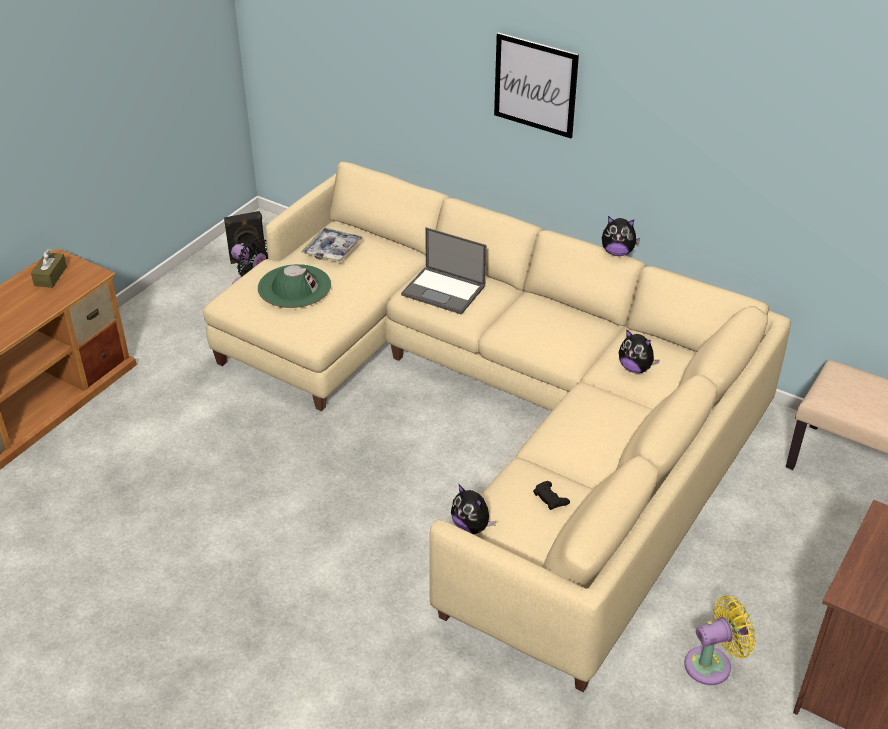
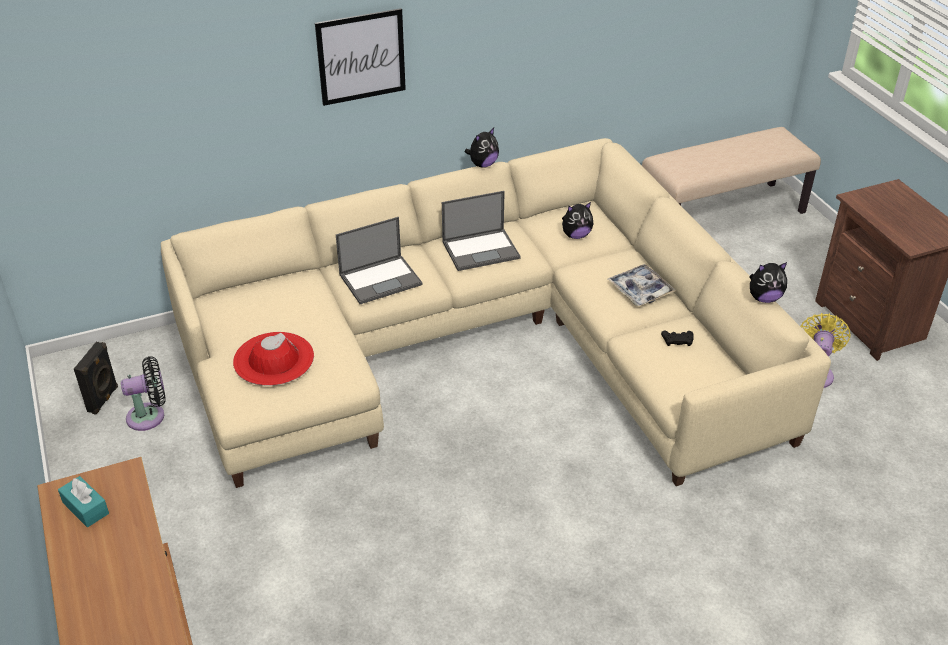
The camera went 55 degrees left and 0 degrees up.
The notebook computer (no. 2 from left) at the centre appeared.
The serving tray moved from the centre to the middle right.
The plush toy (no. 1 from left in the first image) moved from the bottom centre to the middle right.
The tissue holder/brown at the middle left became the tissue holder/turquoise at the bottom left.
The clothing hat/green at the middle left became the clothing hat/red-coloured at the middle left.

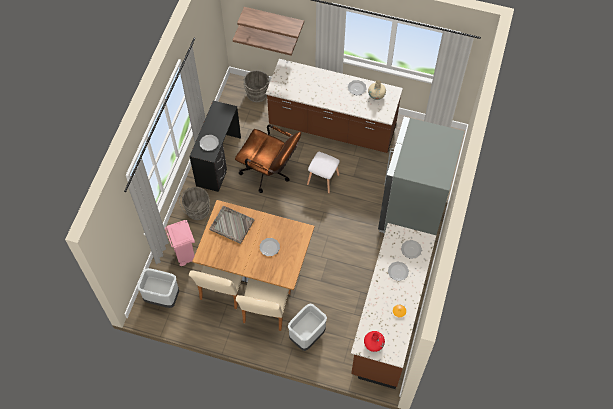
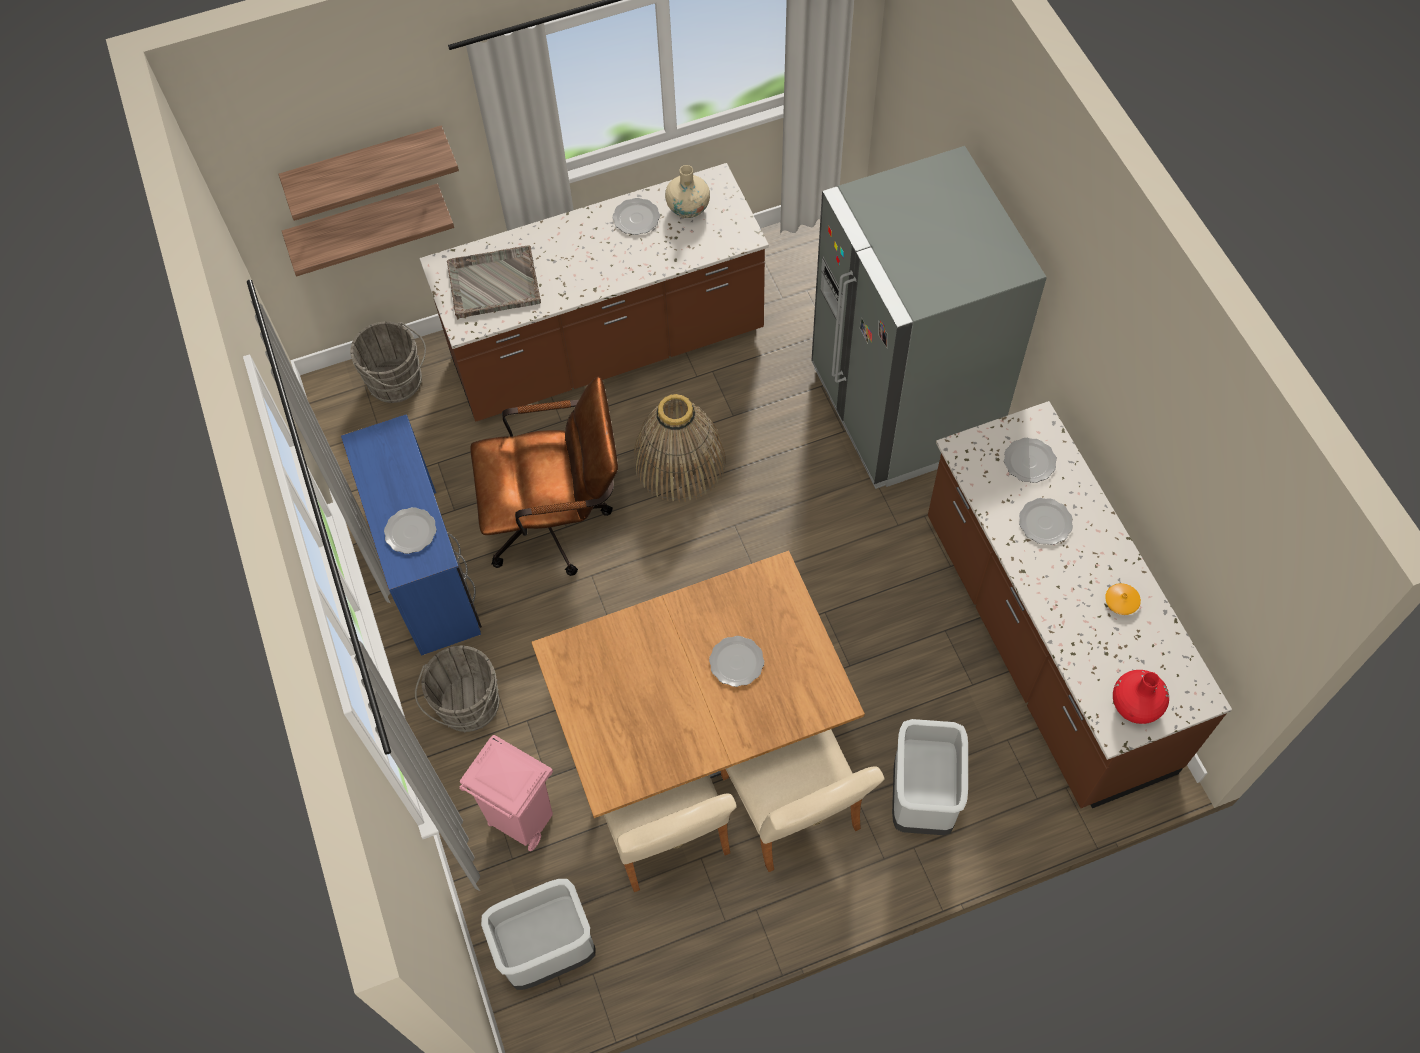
The camera went 35 degrees left and 0 degrees up.
The serving tray/grey moved from the centre to the top centre.
The stool seat/white at the centre was replaced by the household basket at the centre.
The desk table/black-coloured at the centre became the desk table/bluish at the middle left.

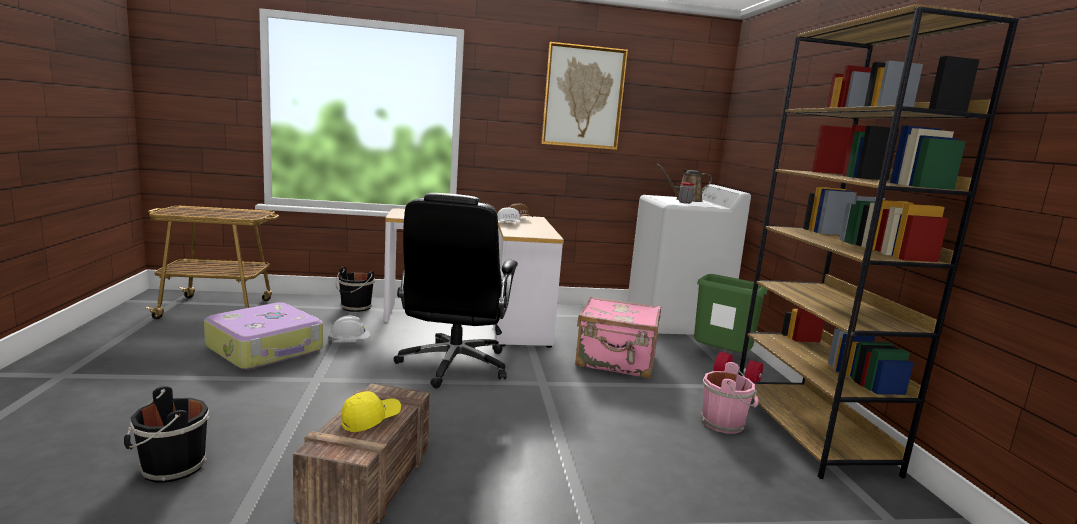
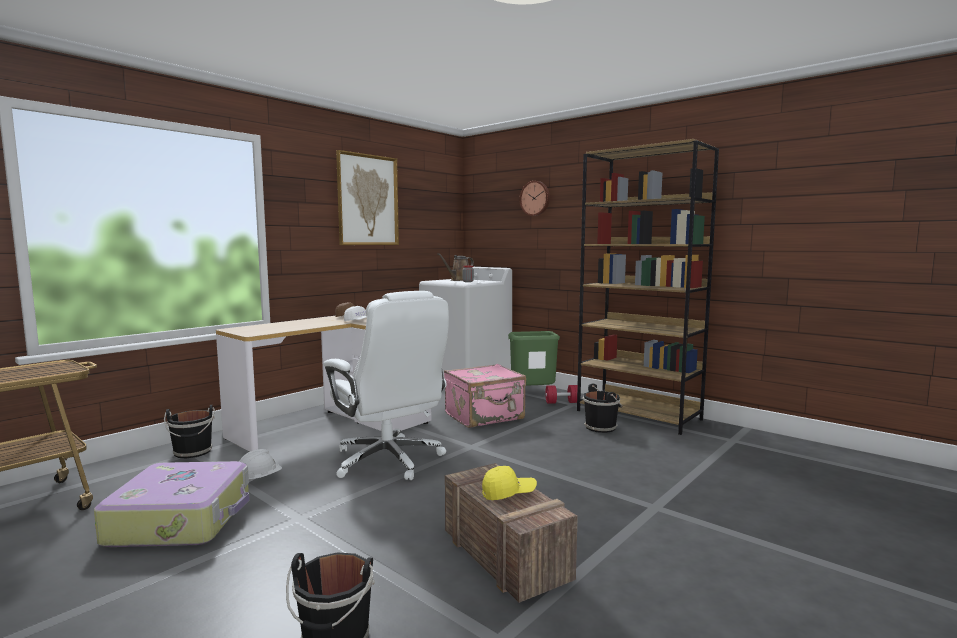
The camera went 40 degrees left and 5 degrees down.
The wall clock at the top centre appeared.
The office chair/black-coloured at the centre became the office chair/white at the centre.
The bucket/pink-coloured at the bottom right became the bucket/black-coloured (no. 3 from left) at the centre.
The peaked cap/yellow at the bottom centre turned 75 degrees clockwise.

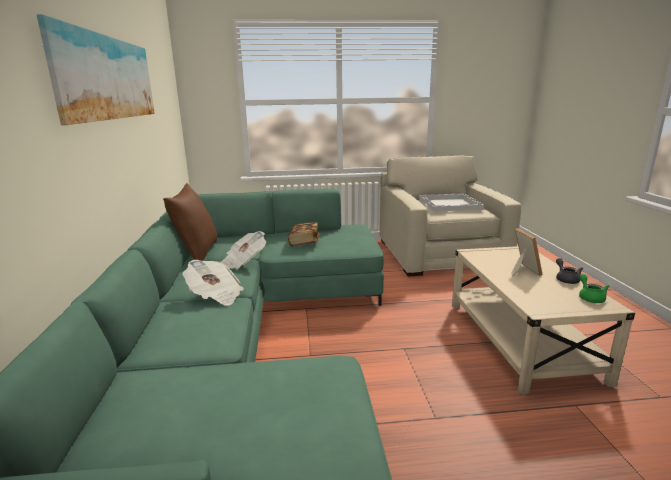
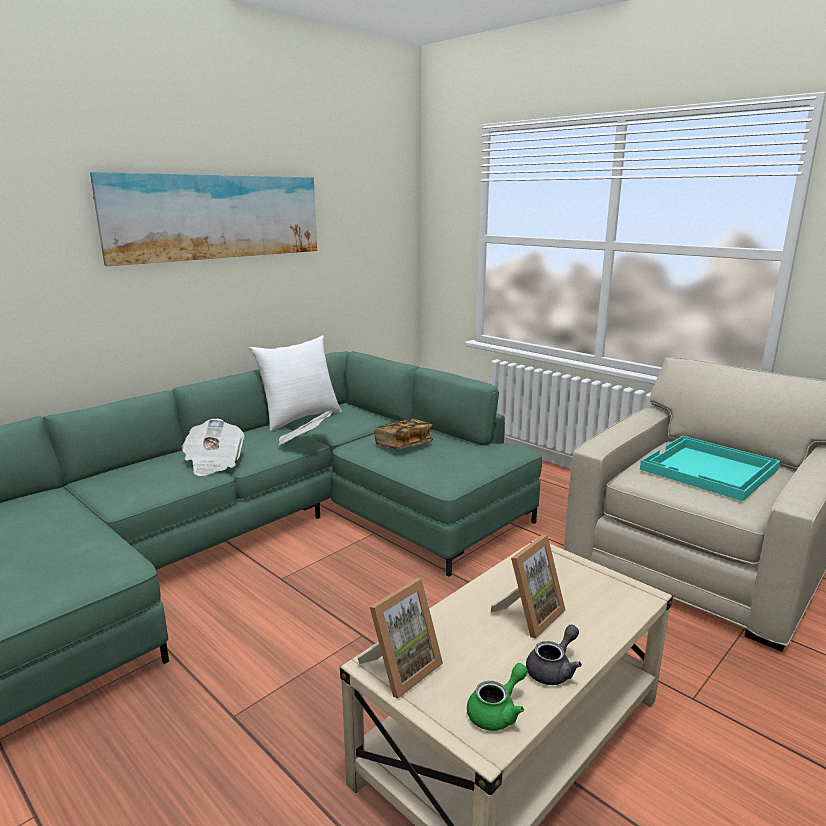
The camera went 50 degrees right and 0 degrees up.
The picture frame (no. 1 from left) at the bottom centre appeared.
The throw pillow/brown at the middle left became the throw pillow/white at the centre.
The serving tray/white at the middle right became the serving tray/turquoise at the middle right.

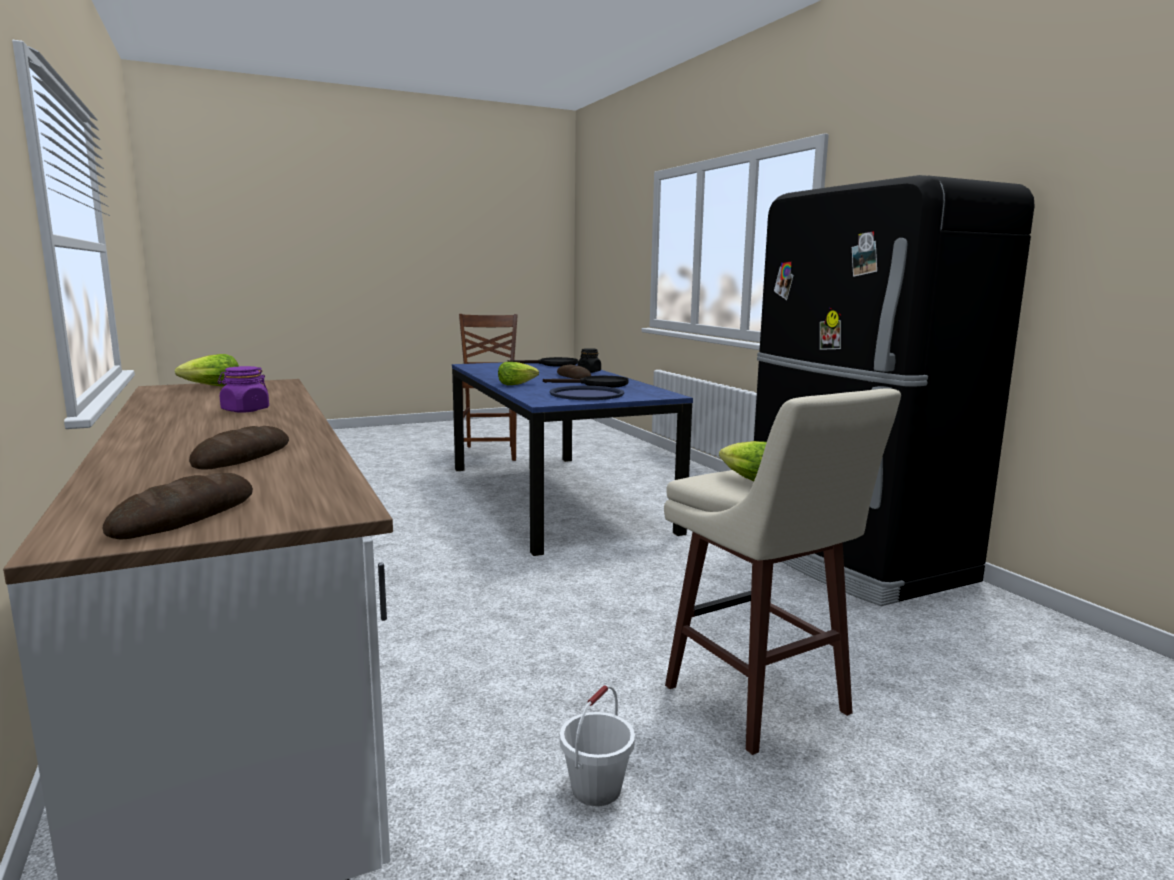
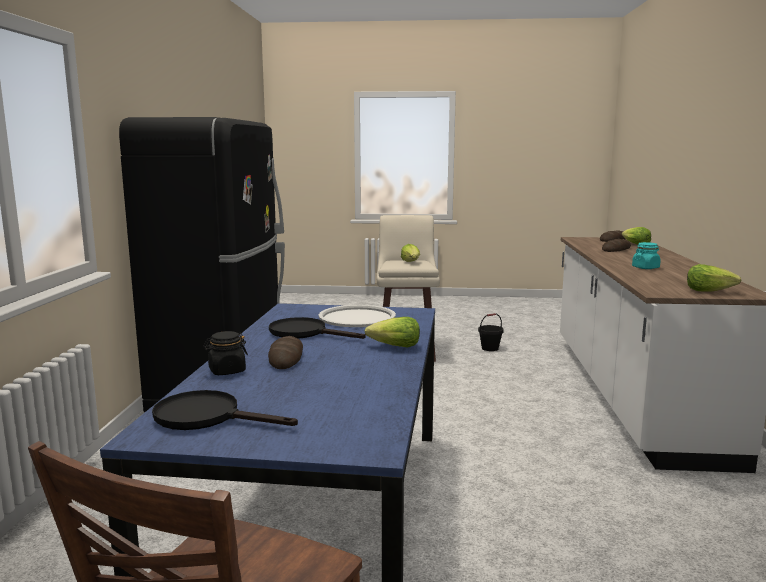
The camera went 150 degrees left and 0 degrees up.
The lettuce head (no. 3 from left) at the middle right appeared.
The jar/purple at the middle left became the jar/turquoise at the middle right.
The serving tray/bluish at the centre became the serving tray/white at the centre.
The bucket/white at the bottom centre became the bucket/black-coloured at the centre.

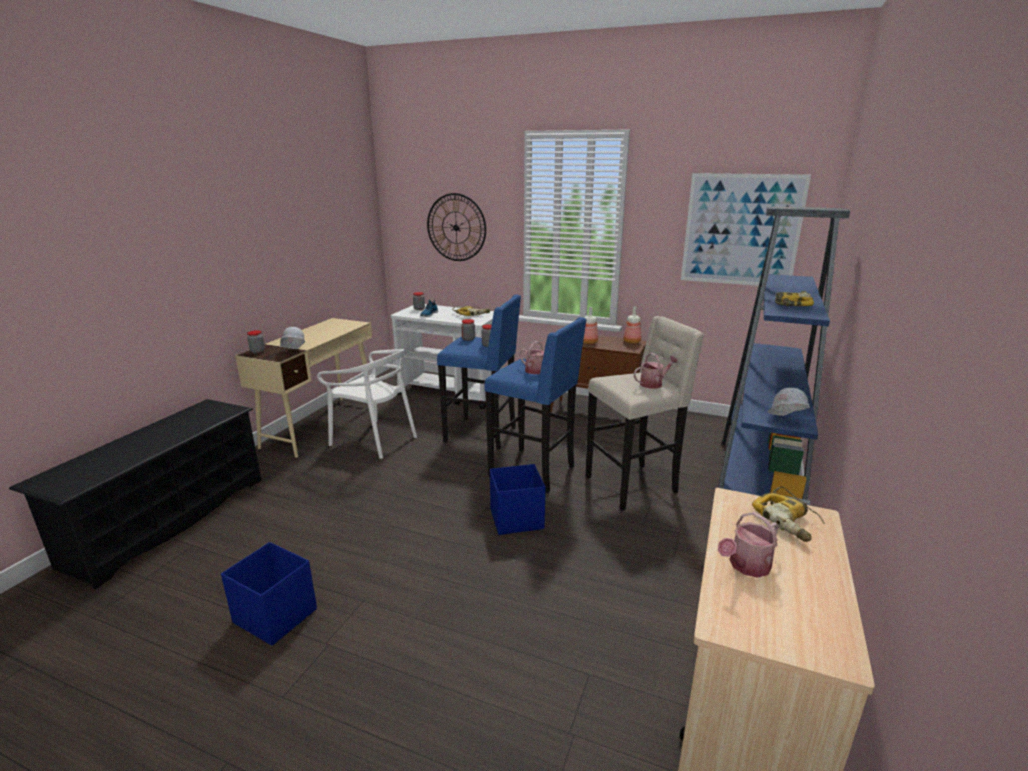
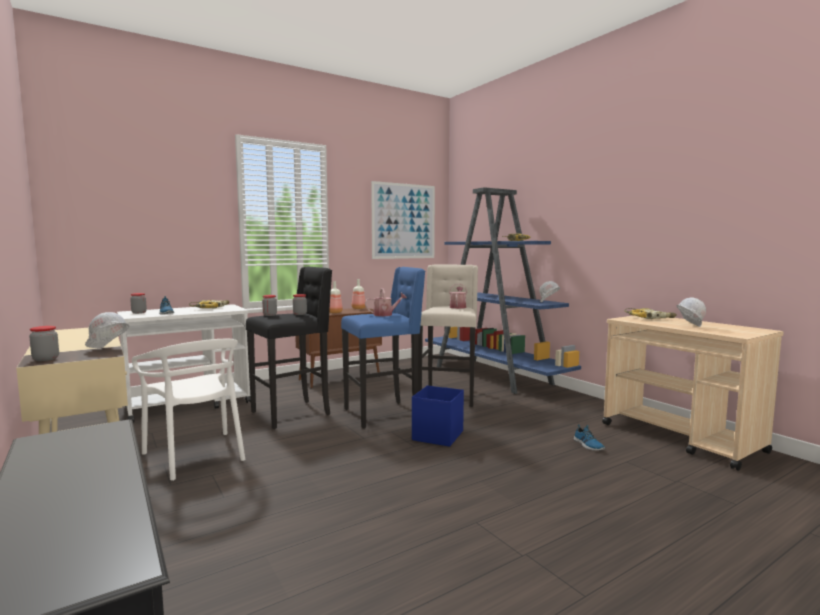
The camera went 55 degrees left and 15 degrees down.
The storage container/bluish (no. 1 from left) at the bottom left disappeared.
The wall clock at the top centre disappeared.
The shoe (no. 2 from left) at the bottom right appeared.
The watering can (no. 3 from left) at the bottom right was replaced by the safety helmet/white (no. 3 from left) at the middle right.
The stool seat/bluish (no. 1 from left) at the centre became the stool seat/black-coloured at the centre.
The chair/white at the centre turned 75 degrees clockwise.

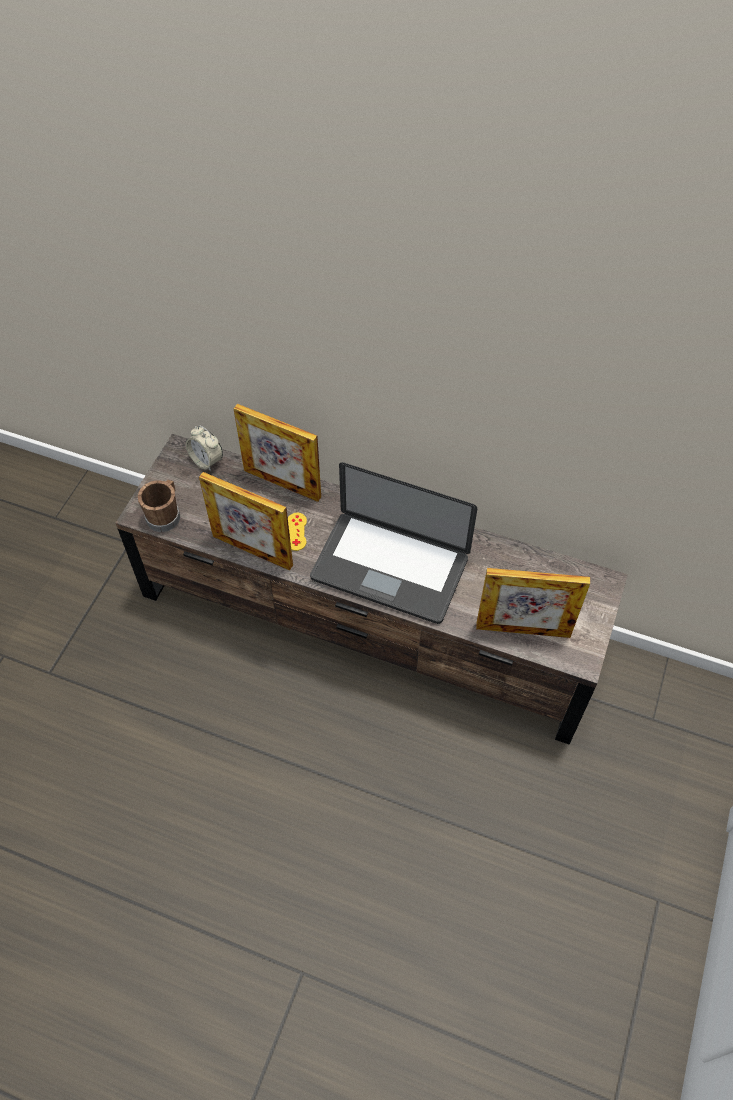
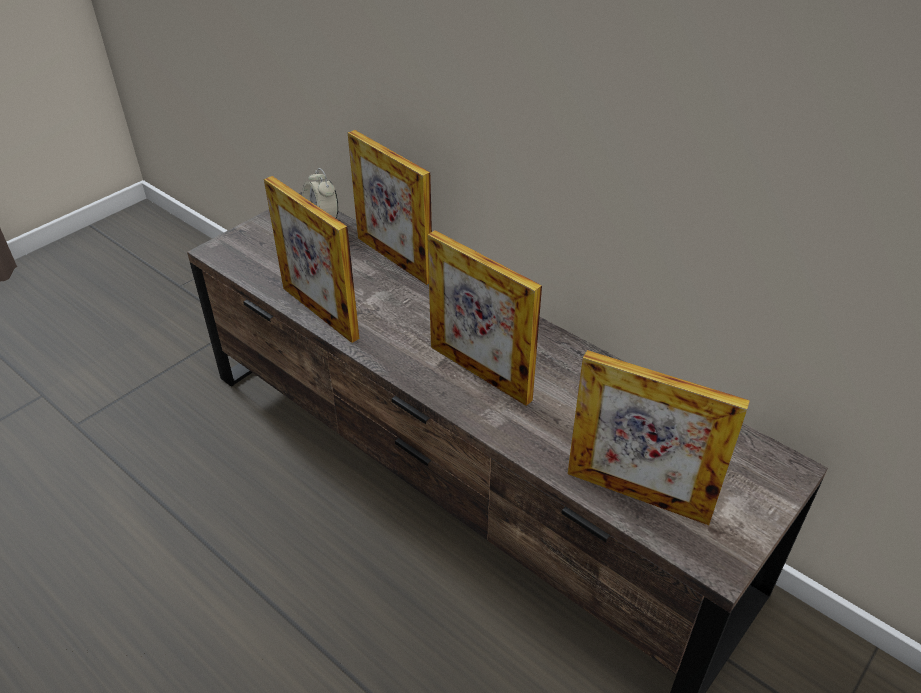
The camera went 20 degrees right and 15 degrees down.
The tea mug/brown at the middle left disappeared.
The joypad/yellow at the centre disappeared.
The notebook computer at the centre was replaced by the picture frame (no. 3 from left) at the centre.

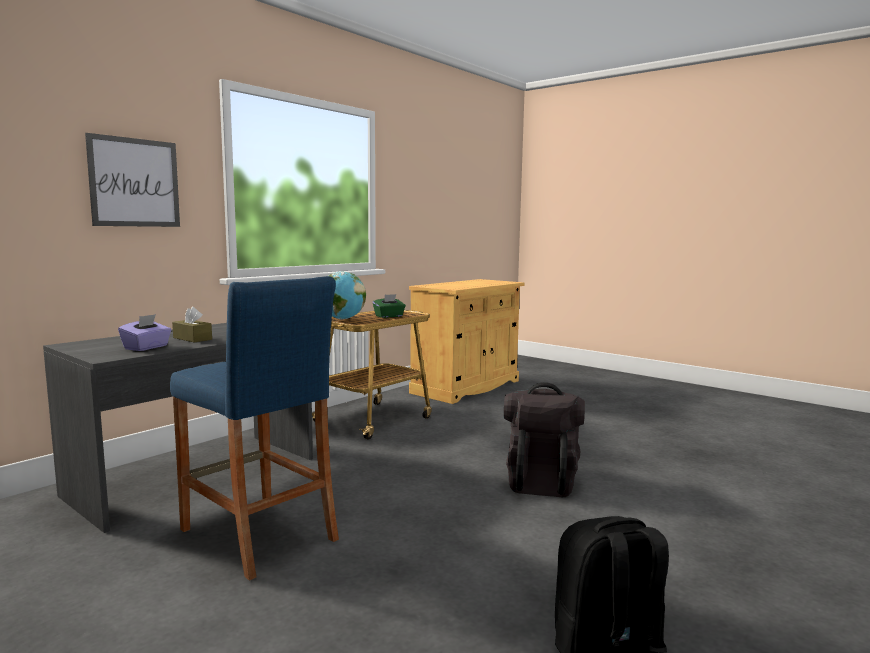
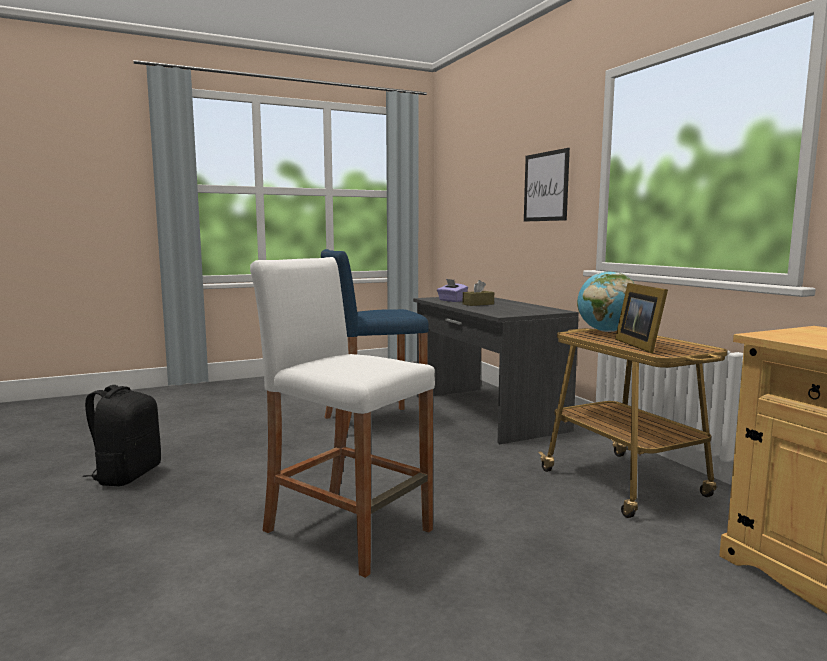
The camera went 115 degrees right and 0 degrees up.
The tissue holder/green at the centre was replaced by the picture frame at the middle right.
The rucksack/black-coloured (no. 1 from left) at the bottom centre was replaced by the stool seat/white at the centre.

